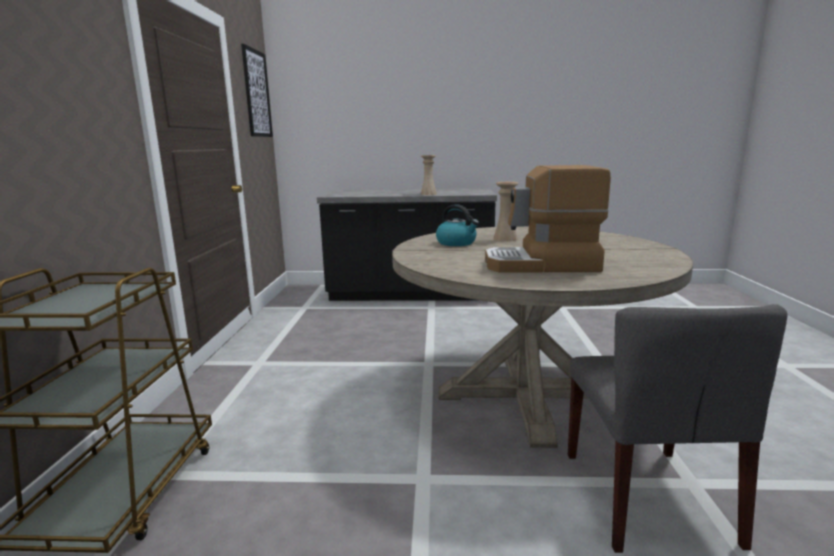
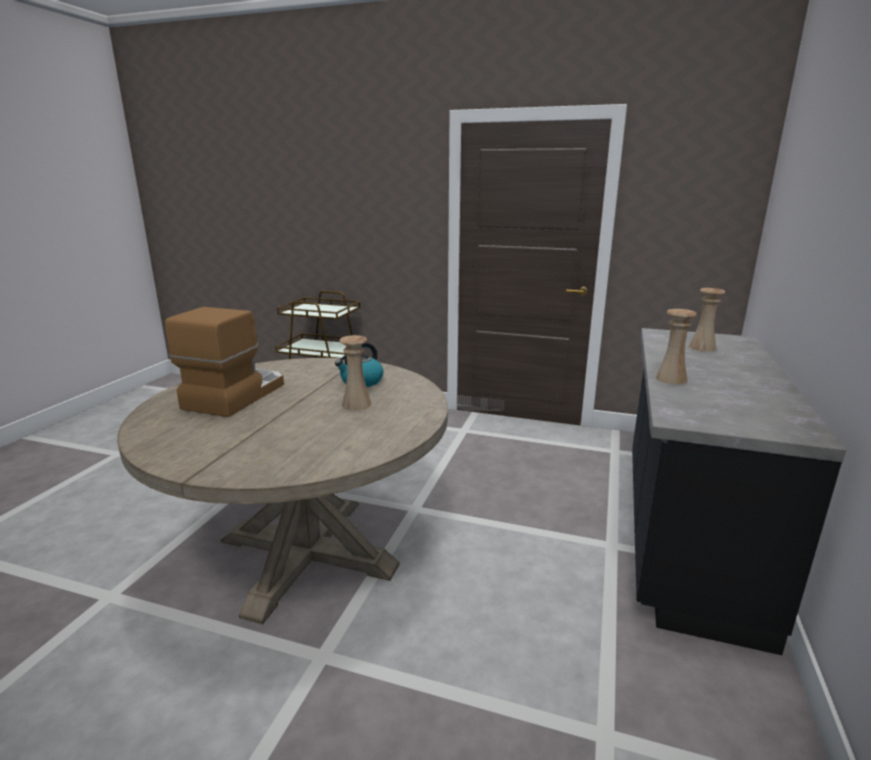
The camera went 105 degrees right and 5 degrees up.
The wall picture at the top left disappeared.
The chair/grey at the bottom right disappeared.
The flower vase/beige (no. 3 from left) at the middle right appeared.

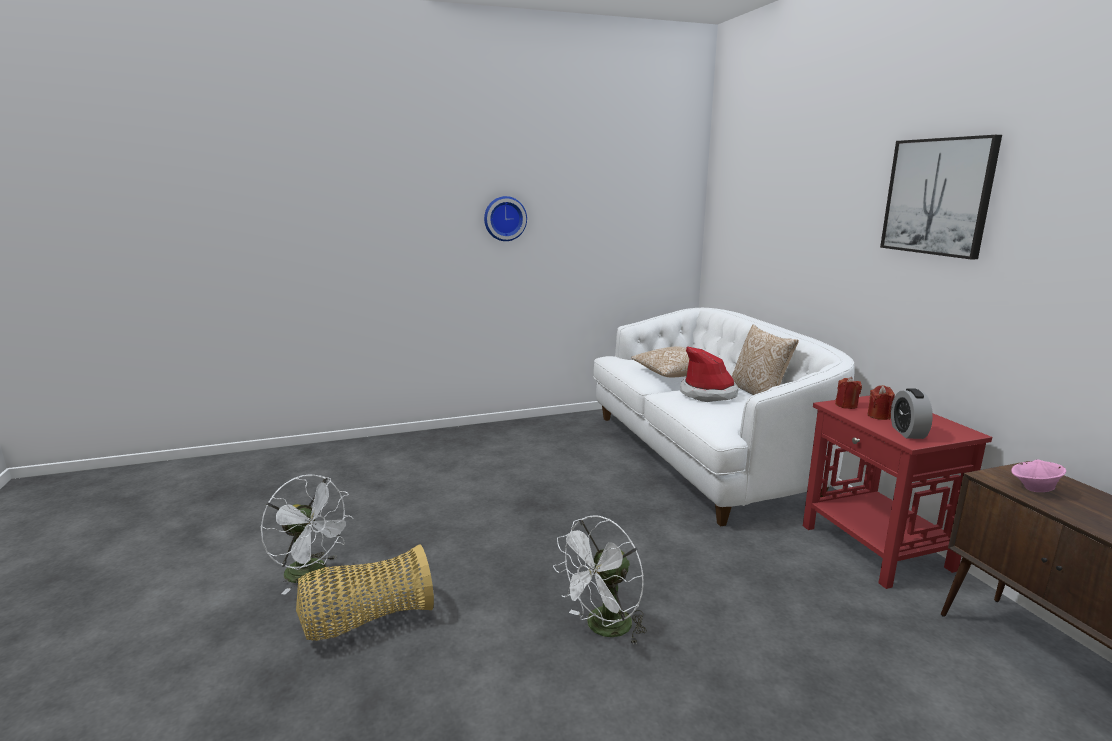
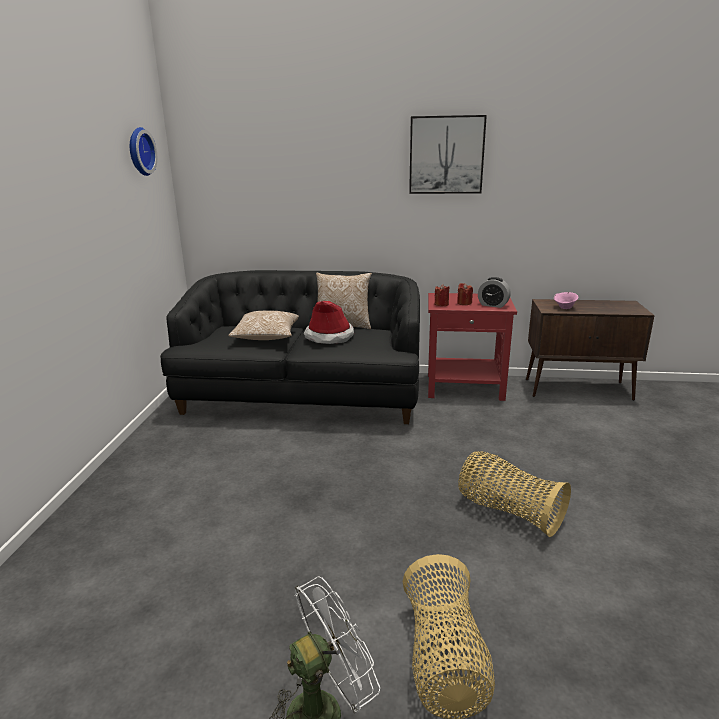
The camera went 65 degrees left and 5 degrees up.
The wall clock moved from the top centre to the top left.
The fan/white (no. 2 from left) at the bottom centre was replaced by the household basket (no. 2 from left) at the bottom right.
The couch/white at the centre became the couch/black-coloured at the centre.

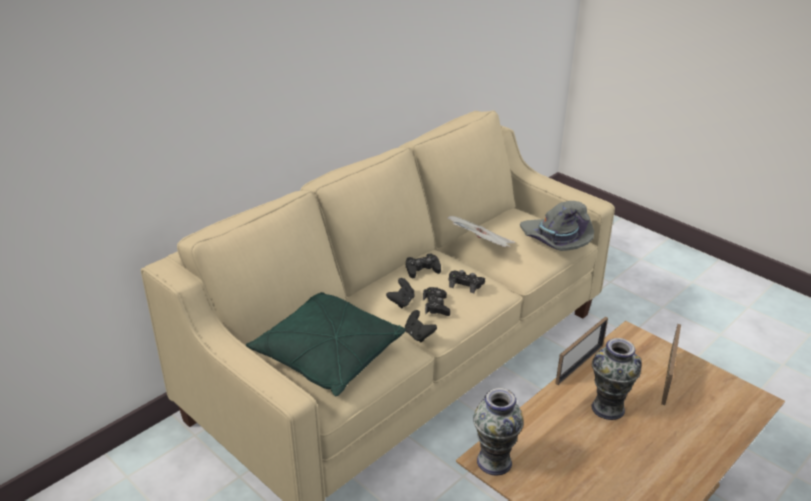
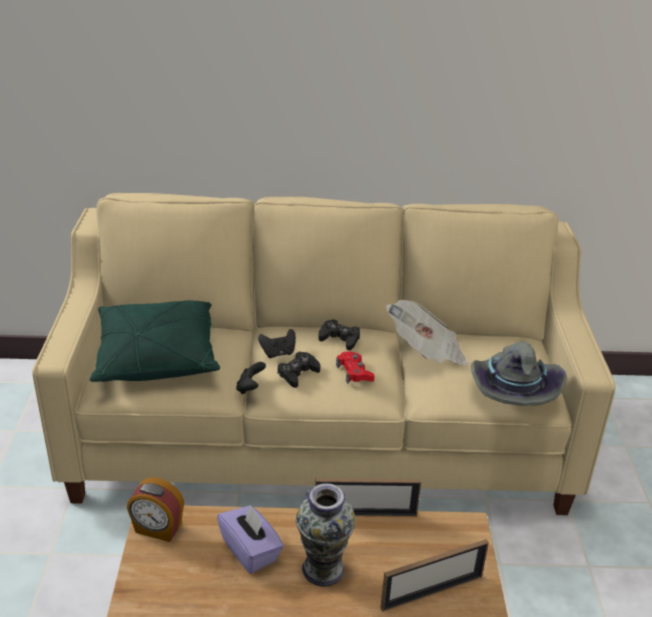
The camera went 45 degrees right and 0 degrees up.
The tissue holder/purple at the bottom centre appeared.
The flower vase (no. 1 from left) at the bottom centre was replaced by the bedside clock at the bottom left.
The joypad/black-coloured (no. 5 from left) at the centre became the joypad/red-coloured at the centre.

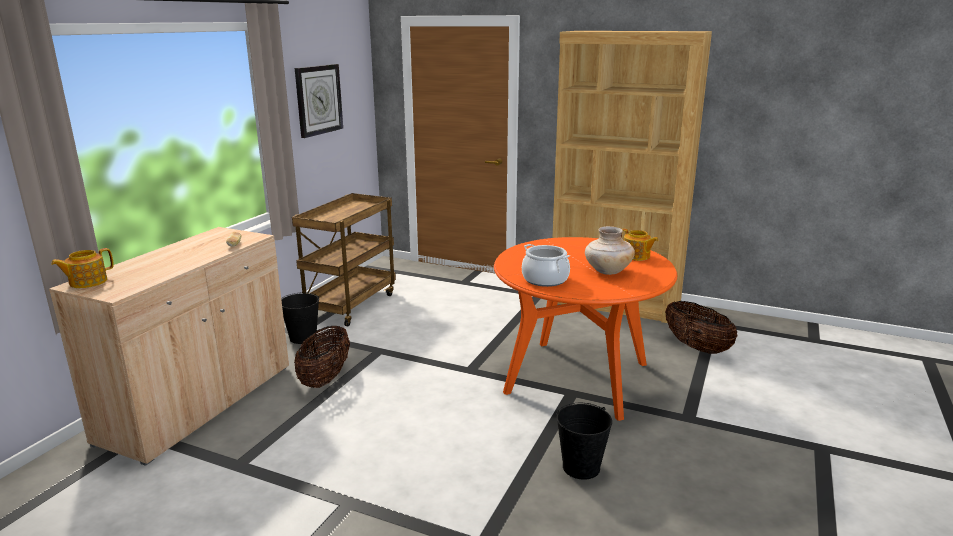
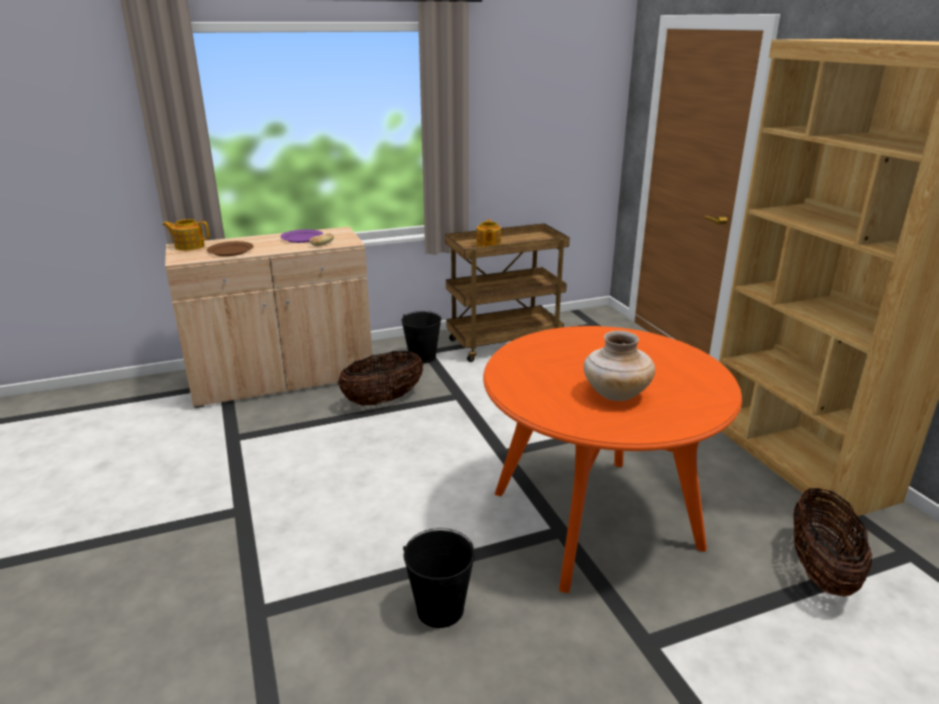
The camera went 45 degrees right and 5 degrees up.
The wall clock at the top centre disappeared.
The stockpot at the centre disappeared.
The dinner plate/brown at the middle left appeared.
The dinner plate/purple at the middle left appeared.
The pot for tea (no. 2 from left) moved from the middle right to the top centre.

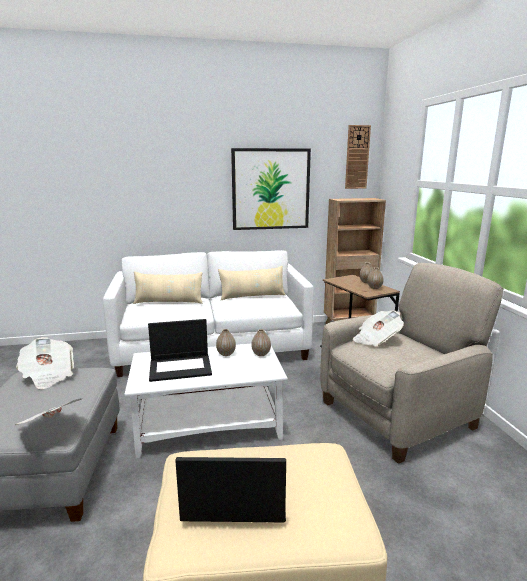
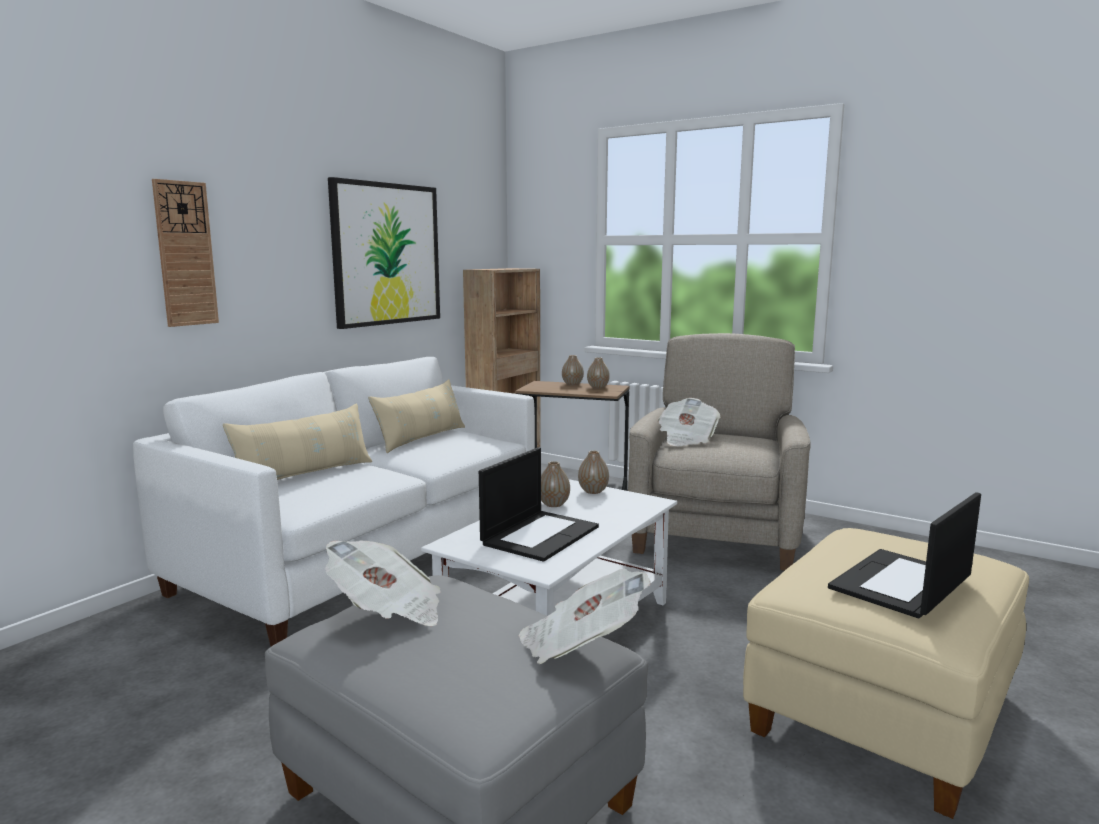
The camera went 45 degrees left and 5 degrees down.
The wall clock moved from the top right to the top left.

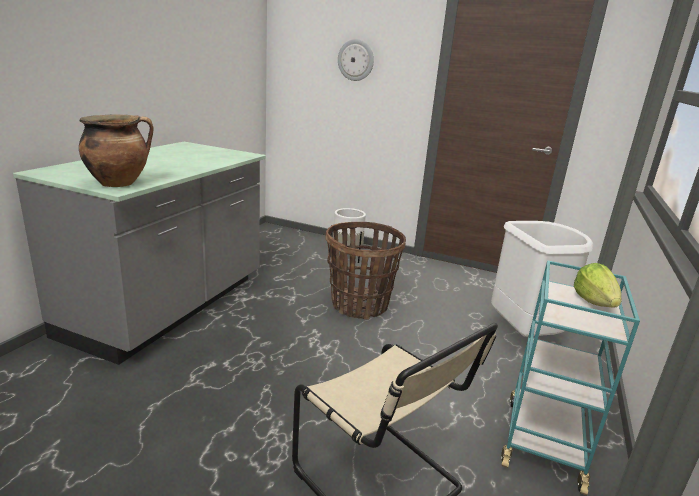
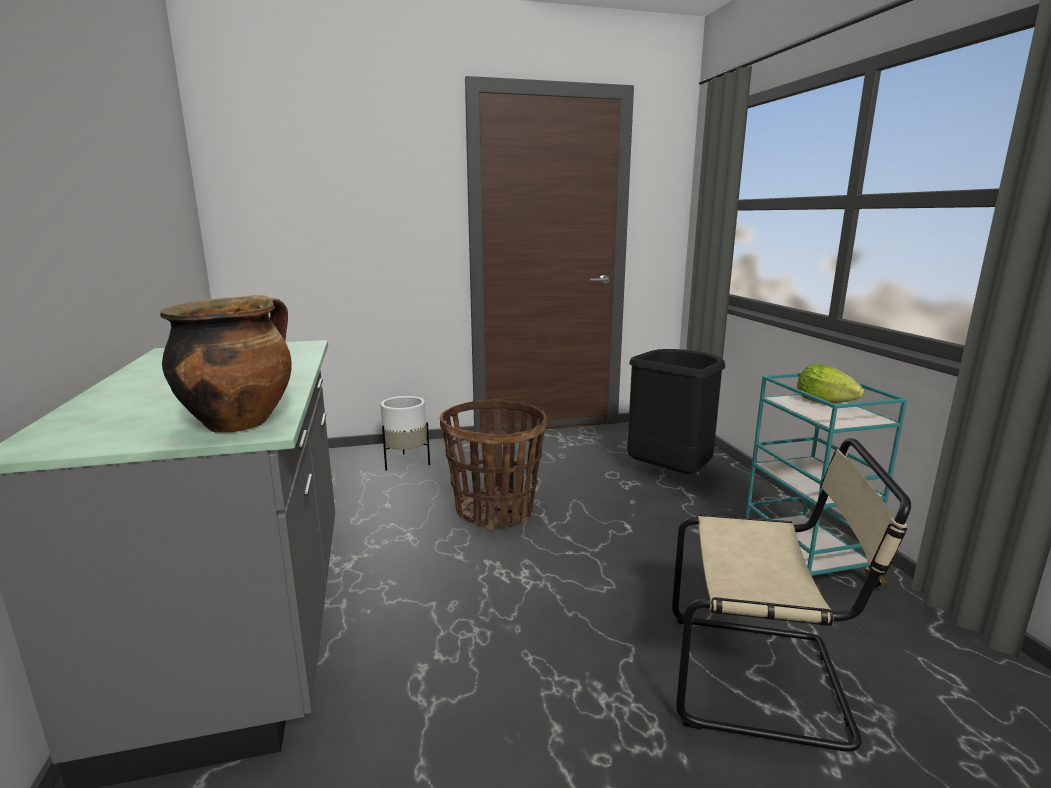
The camera went 35 degrees left and 5 degrees down.
The wall clock at the top centre disappeared.
The waste bin/white at the middle right became the waste bin/black-coloured at the centre.

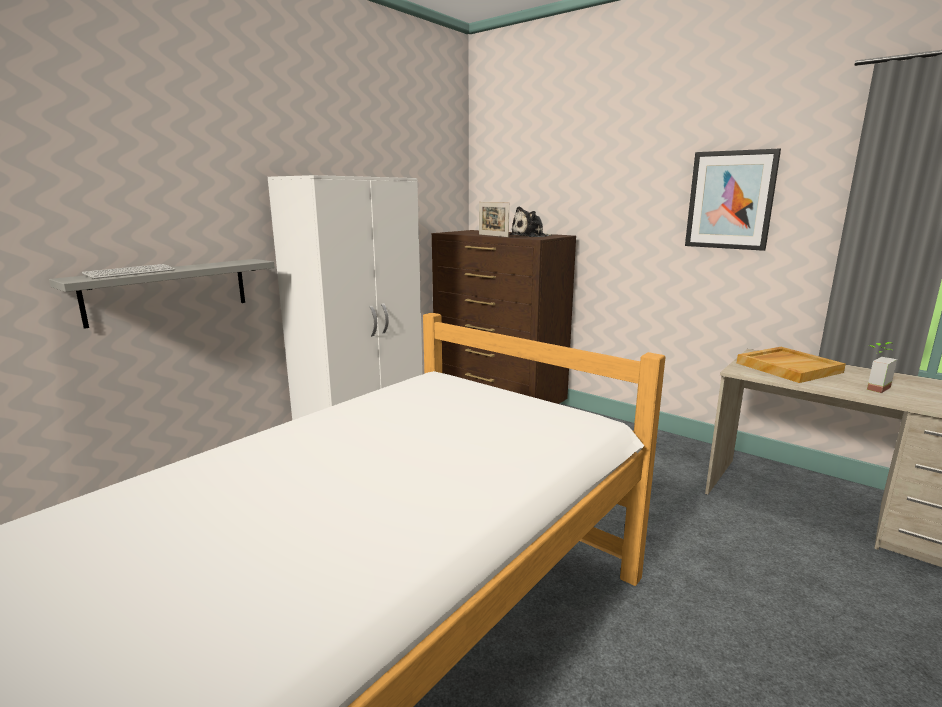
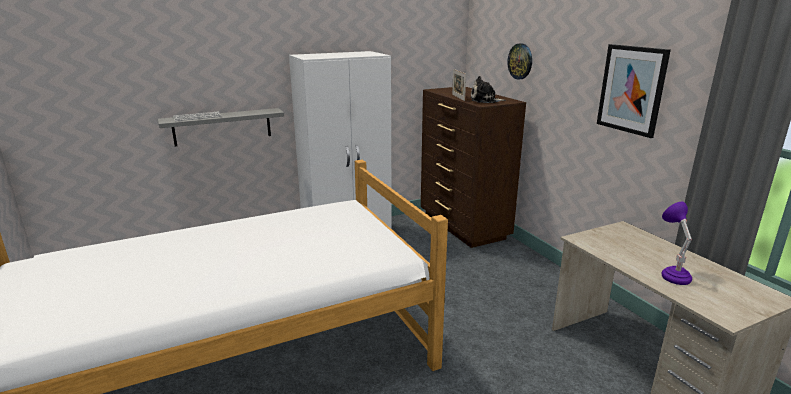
The camera went 25 degrees right and 5 degrees up.
The serving tray/beige at the middle right disappeared.
The wall clock at the top centre appeared.
The plant in a pot at the middle right was replaced by the lamp for a table/purple at the middle right.

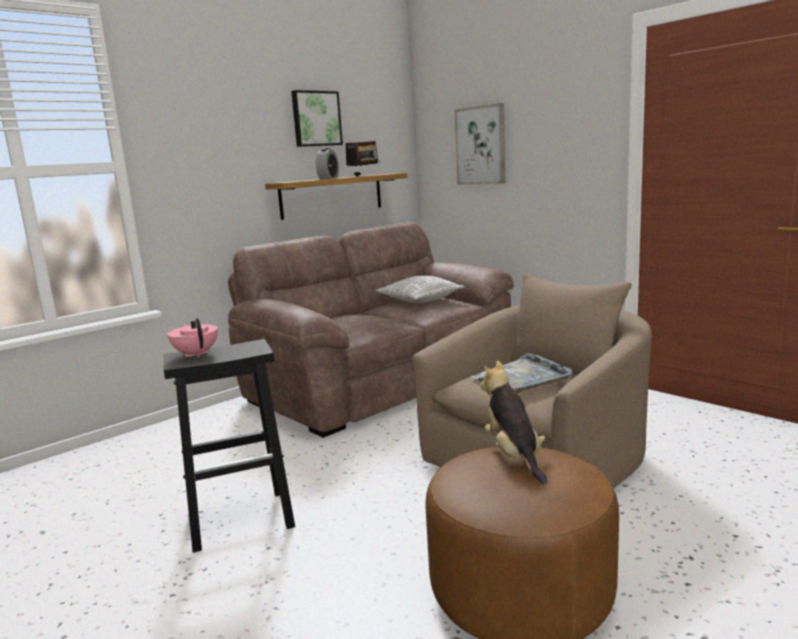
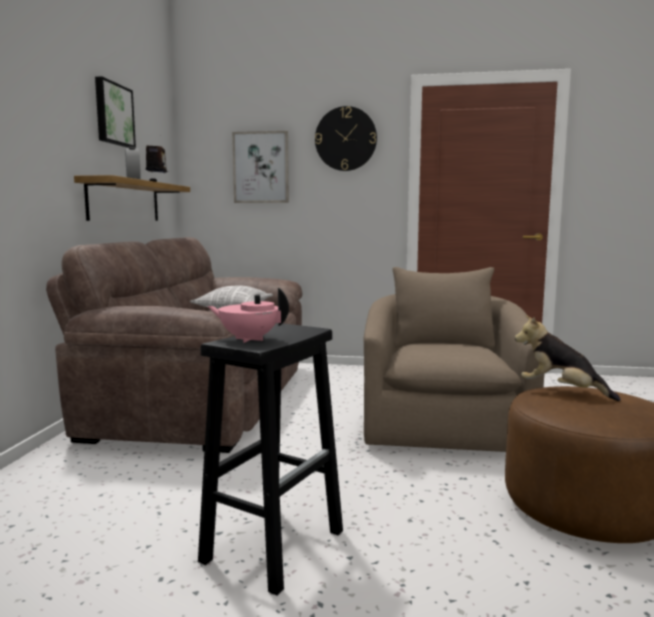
The camera went 40 degrees left and 5 degrees down.
The serving tray/grey at the centre disappeared.
The wall clock at the top centre appeared.

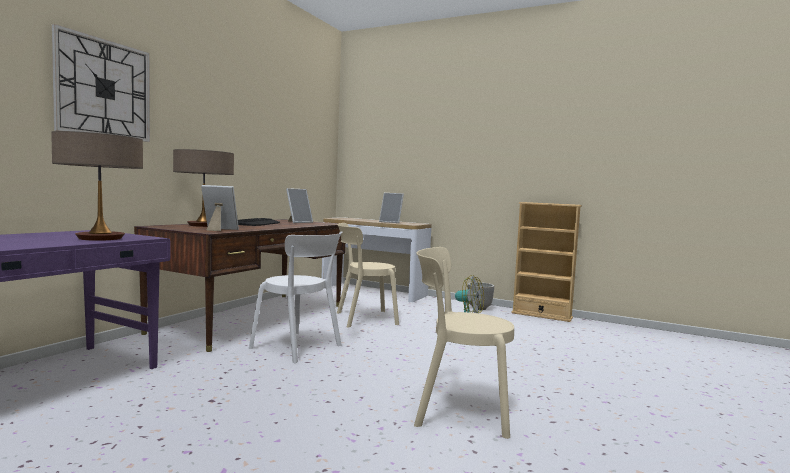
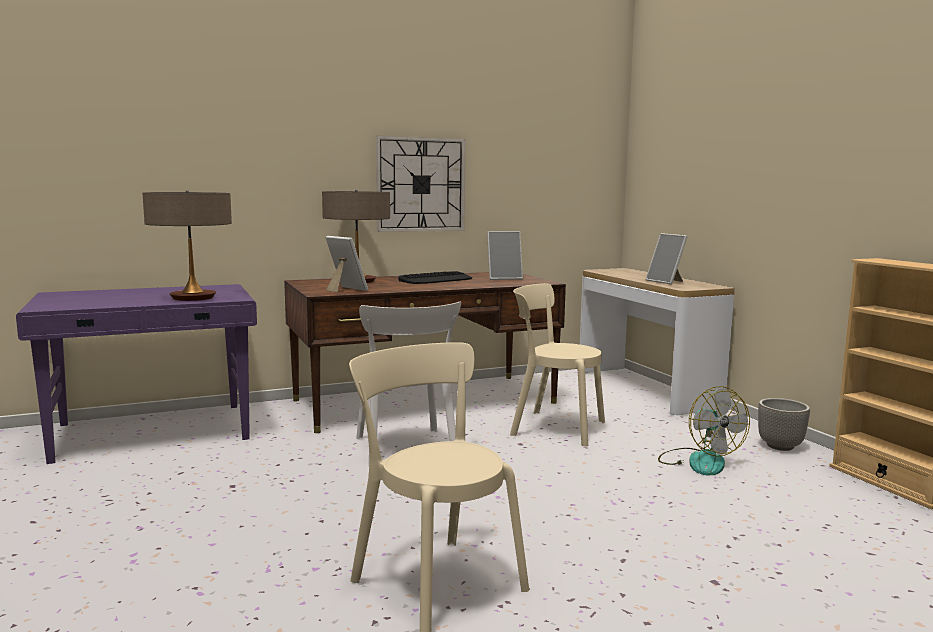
The camera went 40 degrees right and 5 degrees up.
The wall clock moved from the top left to the top centre.

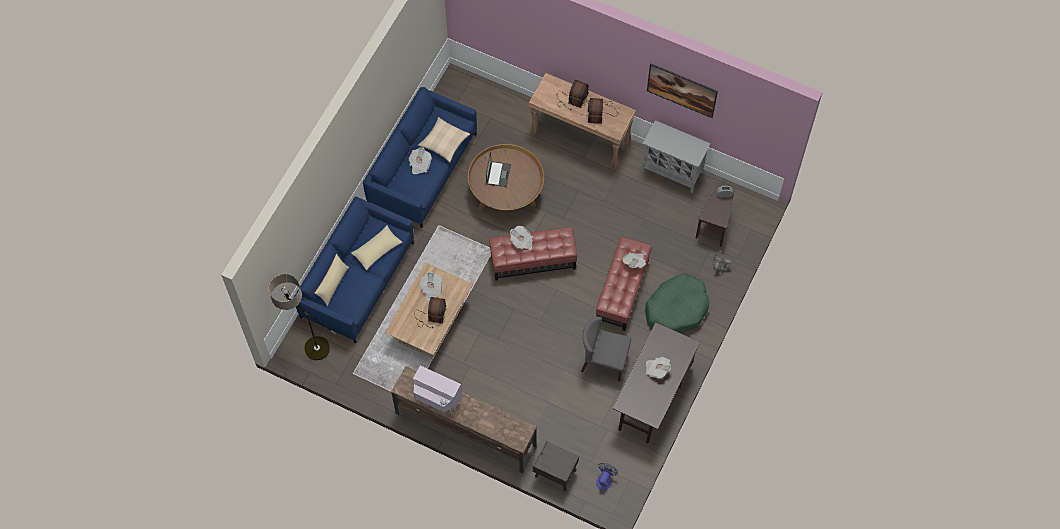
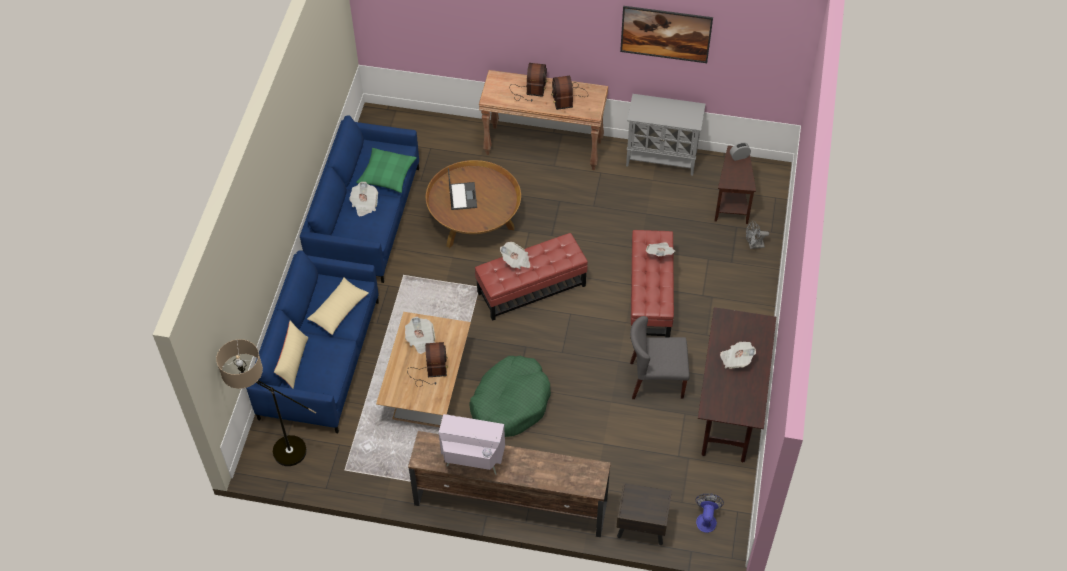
The camera went 15 degrees left and 10 degrees down.
The pet bed/green moved from the centre to the bottom centre.
The throw pillow/beige (no. 3 from left) at the top centre became the throw pillow/green at the top centre.

